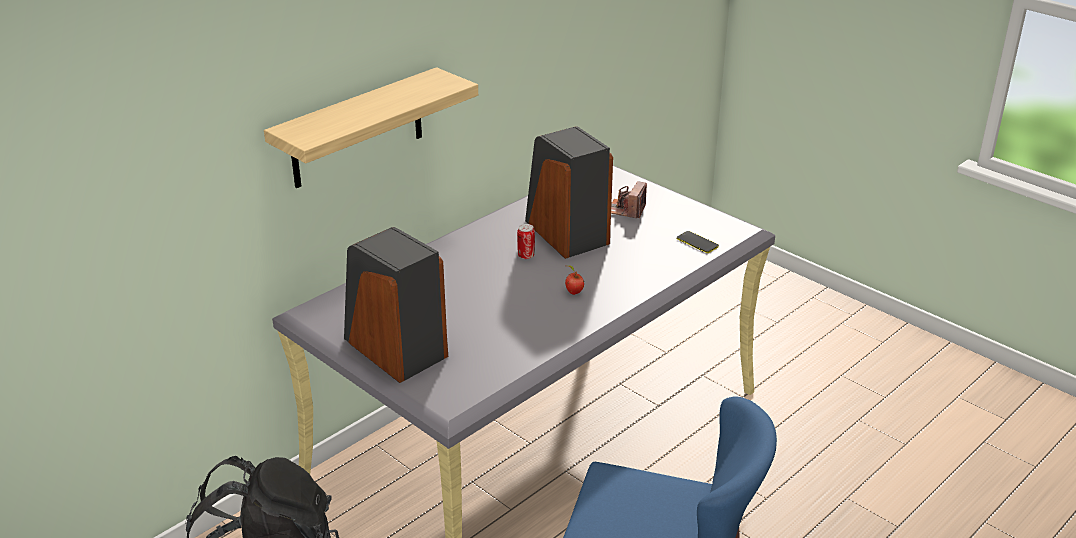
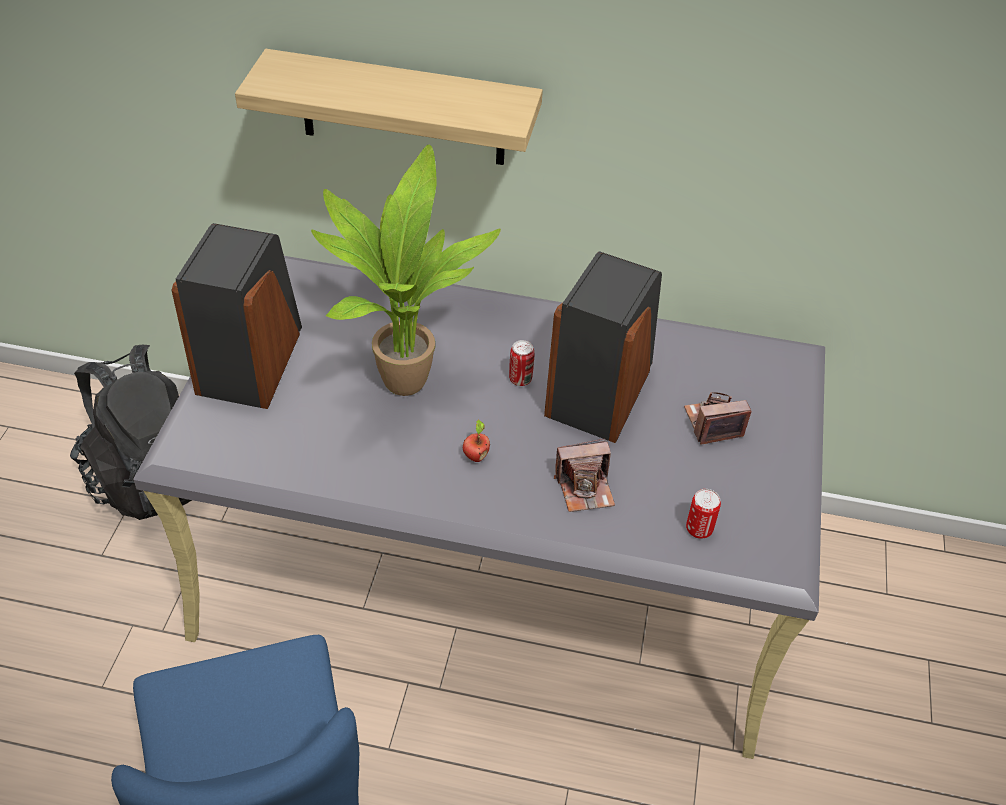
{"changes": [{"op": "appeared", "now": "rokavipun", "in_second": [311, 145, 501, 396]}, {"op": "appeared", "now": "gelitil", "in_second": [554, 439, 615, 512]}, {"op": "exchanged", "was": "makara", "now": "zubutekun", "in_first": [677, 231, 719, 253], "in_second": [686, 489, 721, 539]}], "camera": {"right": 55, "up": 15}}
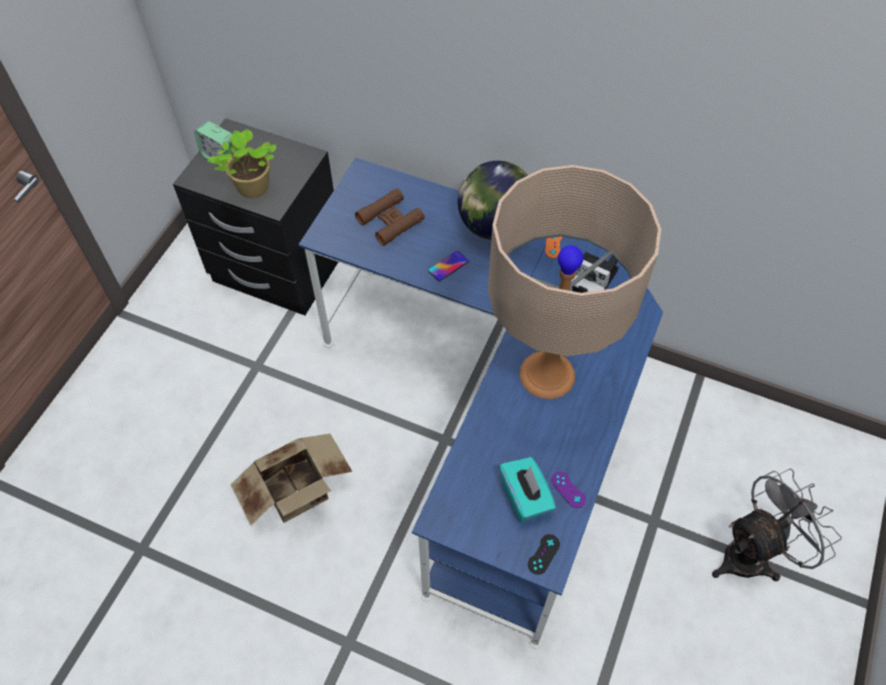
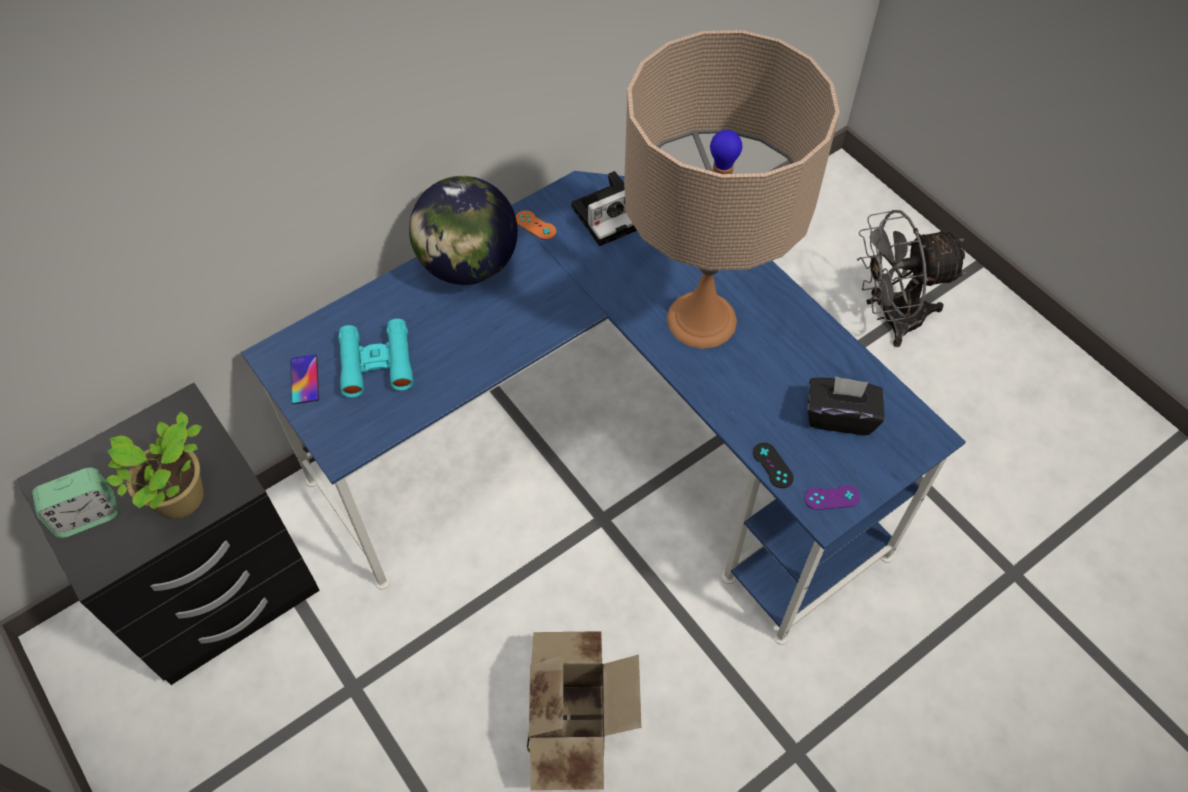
{"changes": [{"op": "relocated", "was": "makara", "in_first": [428, 250, 469, 281], "in_second": [290, 355, 319, 404]}, {"op": "colour", "was": "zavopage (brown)", "now": "zavopage (turquoise)", "in_first": [355, 188, 425, 246], "in_second": [338, 319, 414, 398]}, {"op": "relocated", "was": "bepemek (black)", "in_first": [528, 534, 560, 575], "in_second": [753, 443, 794, 488]}, {"op": "relocated", "was": "bepemek (purple)", "in_first": [551, 472, 586, 508], "in_second": [805, 485, 860, 510]}, {"op": "colour", "was": "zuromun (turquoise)", "now": "zuromun (black)", "in_first": [499, 457, 556, 522], "in_second": [808, 376, 885, 435]}, {"op": "spun", "was": "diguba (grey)", "in_first": [712, 469, 842, 581], "in_second": [856, 210, 966, 347], "clockwise": -105}], "camera": {"right": -60, "up": 0}}
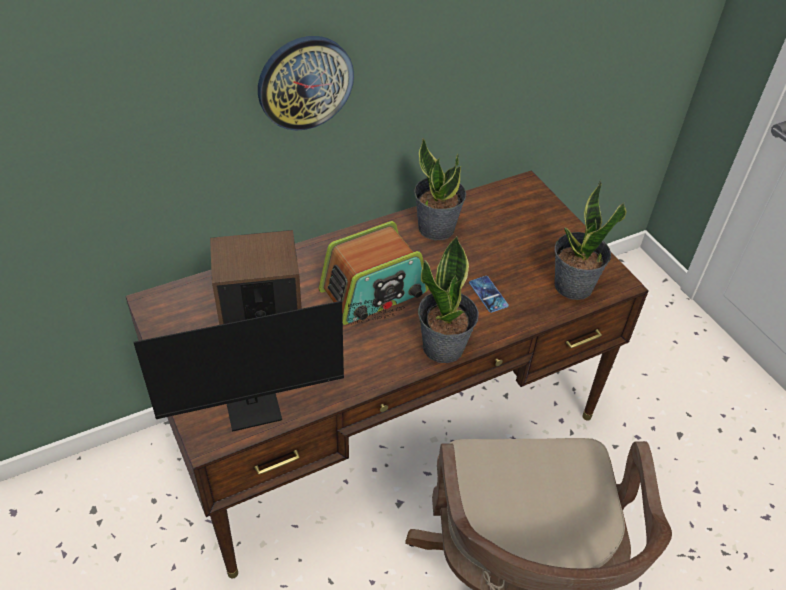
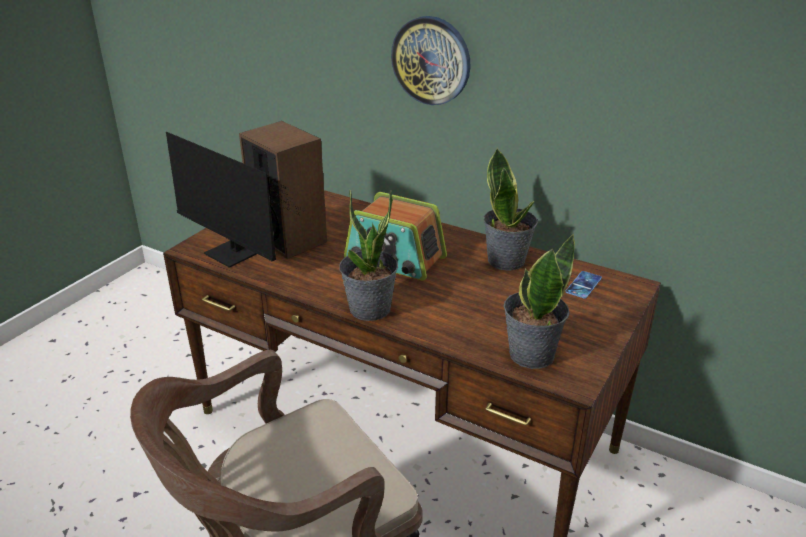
{"changes": [{"op": "relocated", "was": "makara", "in_first": [469, 276, 509, 313], "in_second": [566, 271, 602, 299]}], "camera": {"right": 60, "up": -15}}
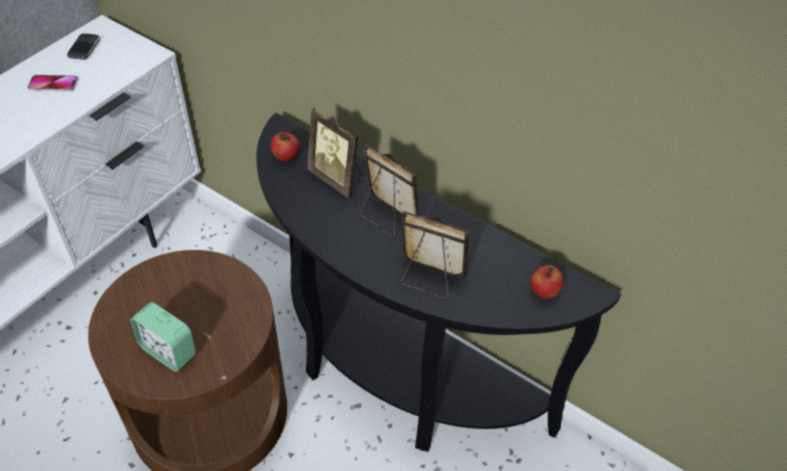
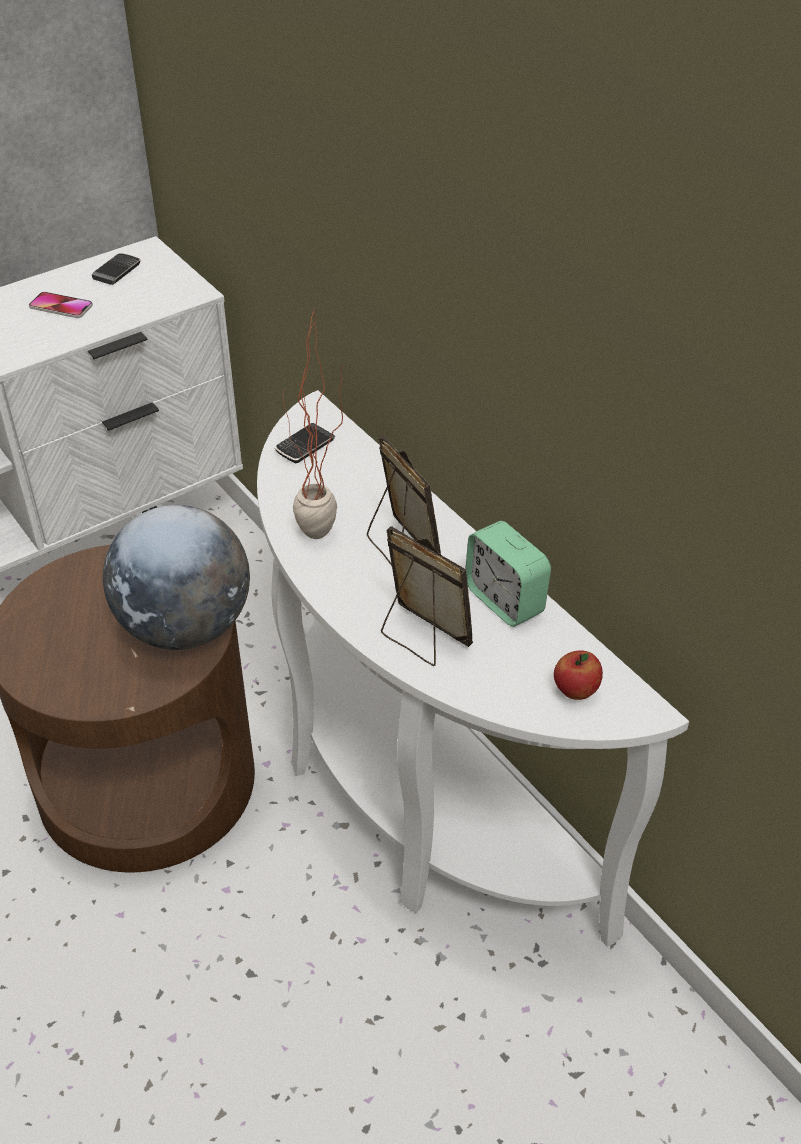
{"changes": [{"op": "appeared", "now": "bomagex", "in_second": [103, 505, 250, 650]}, {"op": "colour", "was": "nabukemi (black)", "now": "nabukemi (white)", "in_first": [256, 113, 621, 452], "in_second": [257, 390, 689, 947]}, {"op": "exchanged", "was": "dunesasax", "now": "makara", "in_first": [271, 132, 300, 162], "in_second": [275, 423, 335, 463]}, {"op": "appeared", "now": "rokavipun", "in_second": [283, 309, 343, 539]}, {"op": "relocated", "was": "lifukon", "in_first": [130, 302, 196, 372], "in_second": [465, 521, 551, 627]}, {"op": "missing", "was": "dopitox", "in_first": [307, 108, 364, 198]}], "camera": {"right": 20, "up": -5}}
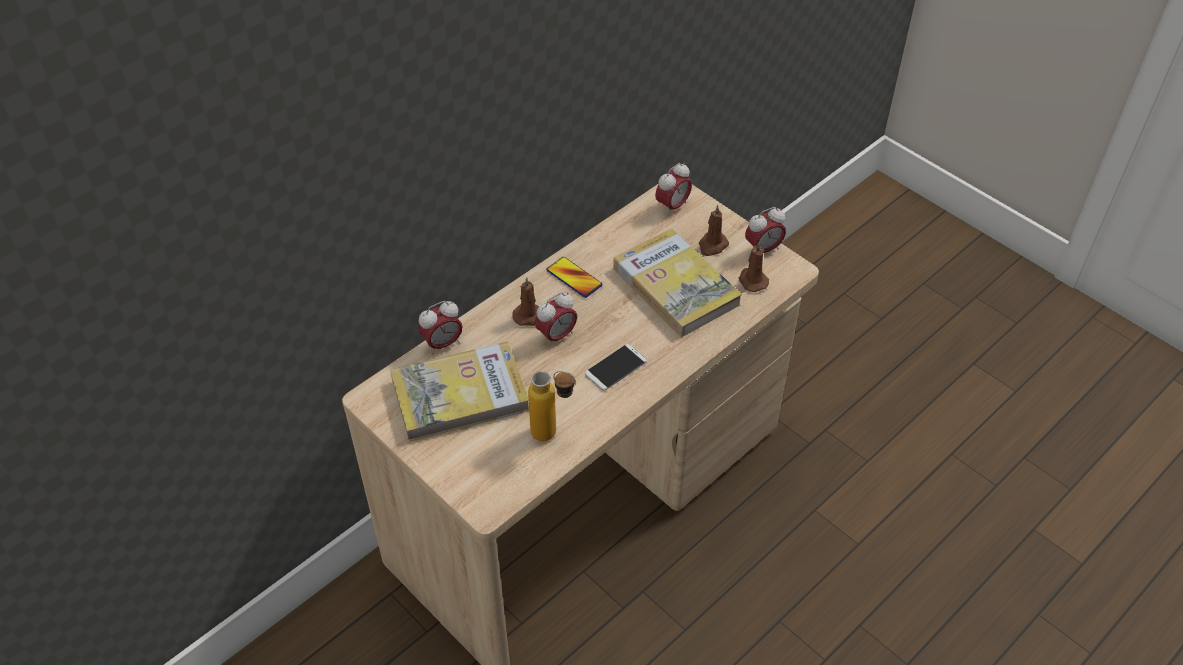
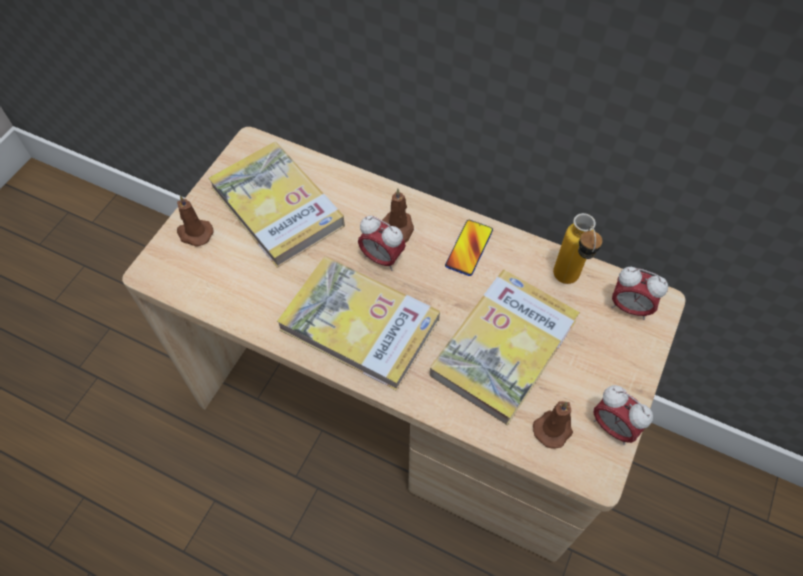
{"changes": [{"op": "relocated", "was": "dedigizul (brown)", "in_first": [699, 205, 729, 256], "in_second": [177, 195, 214, 247]}, {"op": "exchanged", "was": "makara", "now": "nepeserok", "in_first": [585, 344, 647, 391], "in_second": [277, 256, 440, 391]}, {"op": "relocated", "was": "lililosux", "in_first": [528, 371, 576, 441], "in_second": [553, 213, 603, 284]}, {"op": "missing", "was": "lifukon", "in_first": [418, 301, 463, 354]}], "camera": {"right": 70, "up": 10}}
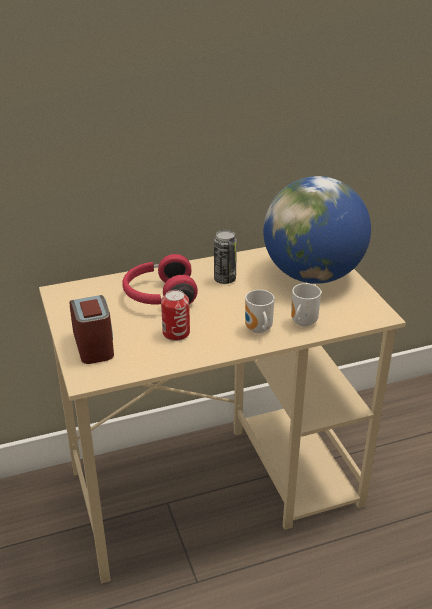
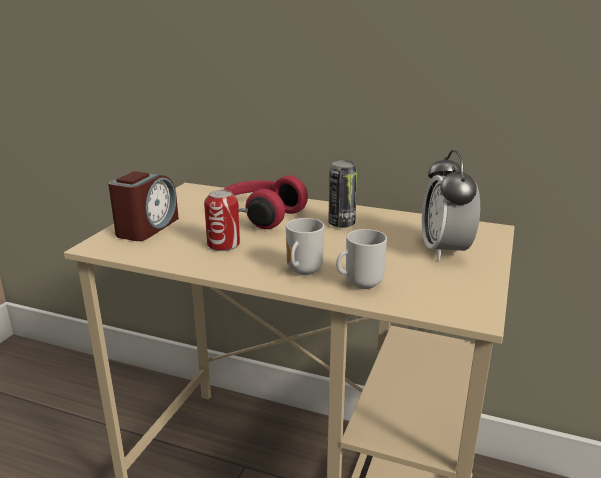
{"changes": [{"op": "exchanged", "was": "bomagex", "now": "lifukon", "in_first": [263, 176, 371, 284], "in_second": [422, 150, 480, 260]}], "camera": {"right": 40, "up": -10}}
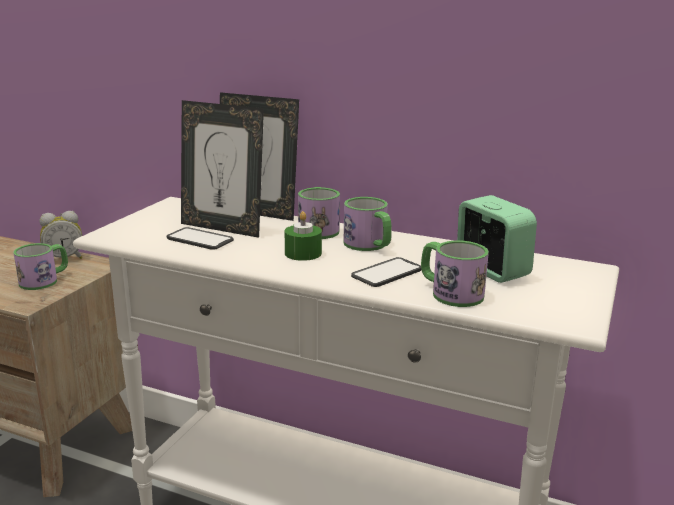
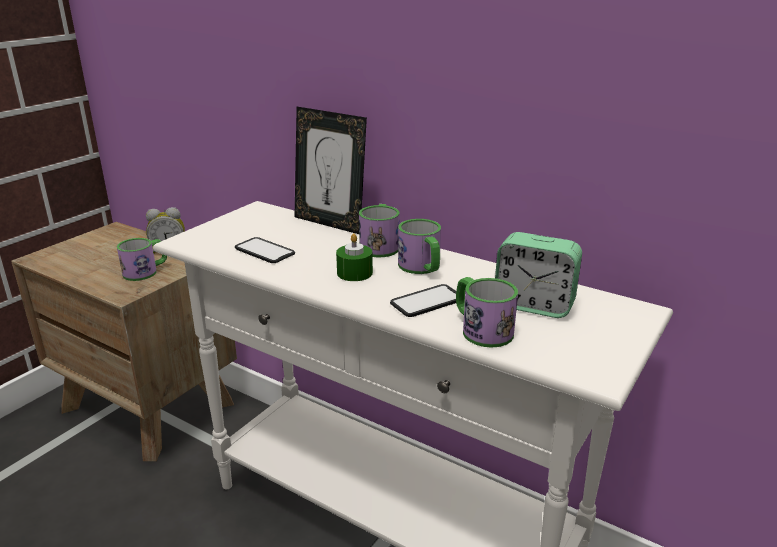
{"changes": [{"op": "spun", "was": "lifukon", "in_first": [457, 195, 537, 283], "in_second": [495, 232, 582, 318], "clockwise": 135}, {"op": "missing", "was": "dopitox", "in_first": [181, 100, 264, 238]}], "camera": {"right": 10, "up": 5}}
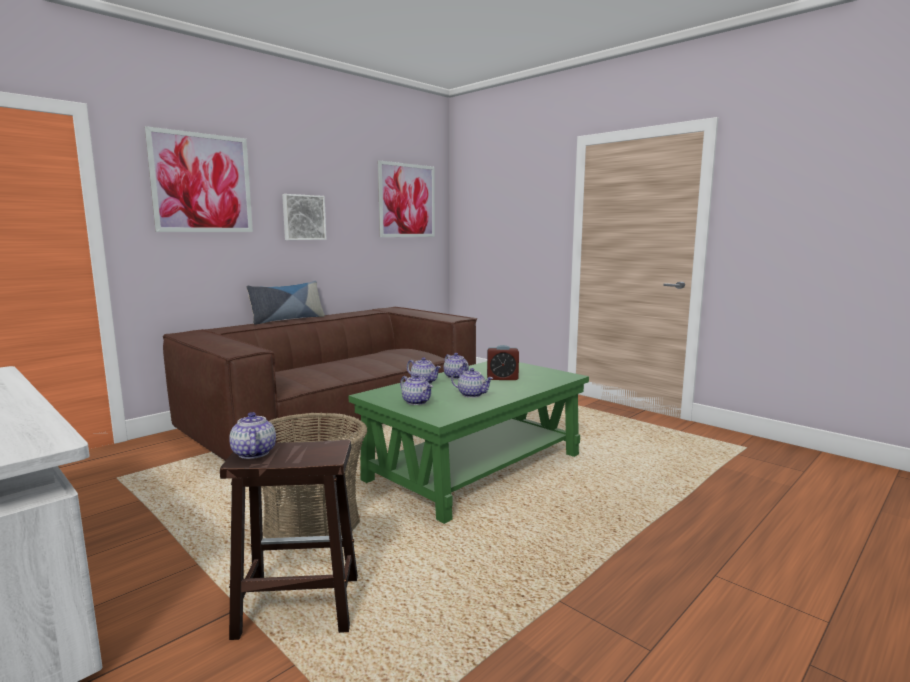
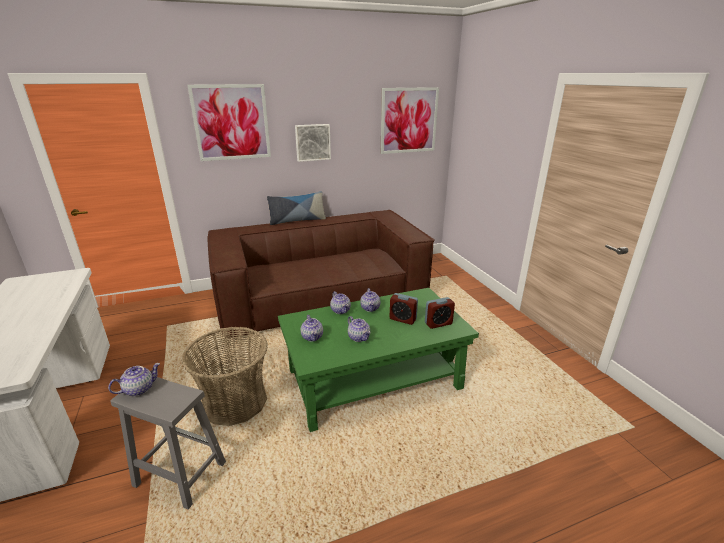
{"changes": [{"op": "spun", "was": "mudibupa", "in_first": [229, 412, 276, 459], "in_second": [108, 363, 160, 396], "clockwise": 45}, {"op": "colour", "was": "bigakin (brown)", "now": "bigakin (grey)", "in_first": [220, 440, 358, 640], "in_second": [110, 377, 226, 510]}, {"op": "appeared", "now": "lifukon", "in_second": [425, 297, 455, 329]}], "camera": {"right": 25, "up": 15}}
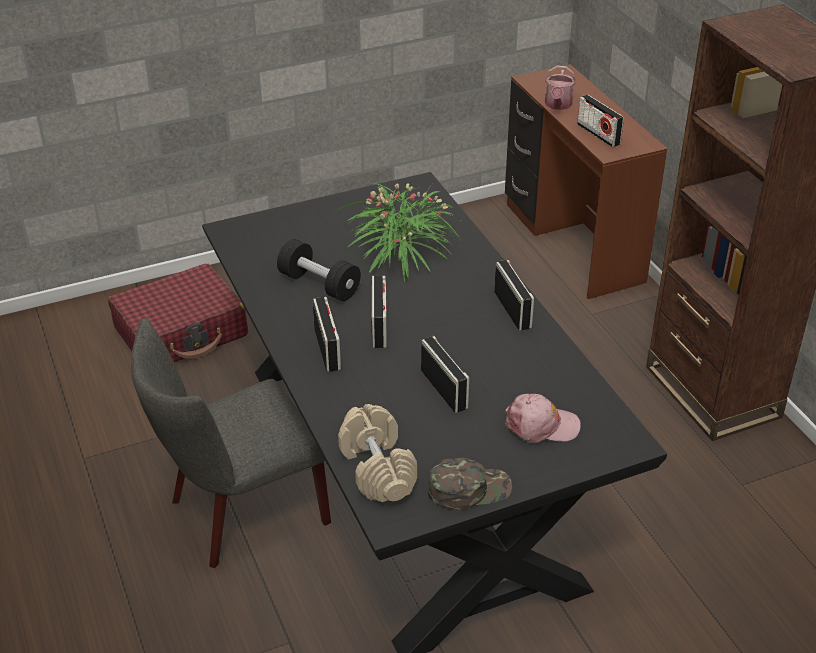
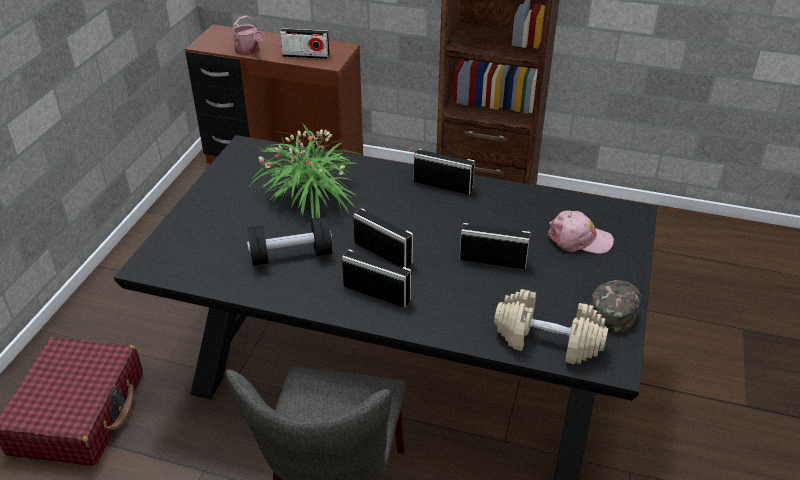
{"changes": [{"op": "spun", "was": "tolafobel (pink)", "in_first": [505, 394, 581, 443], "in_second": [547, 211, 614, 254], "clockwise": 60}], "camera": {"right": -50, "up": 0}}
